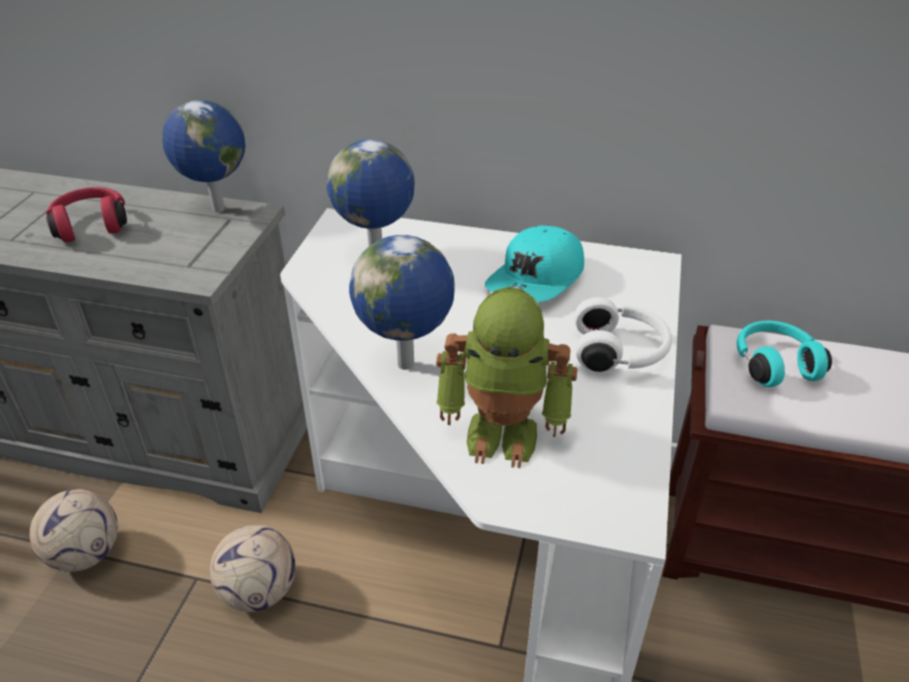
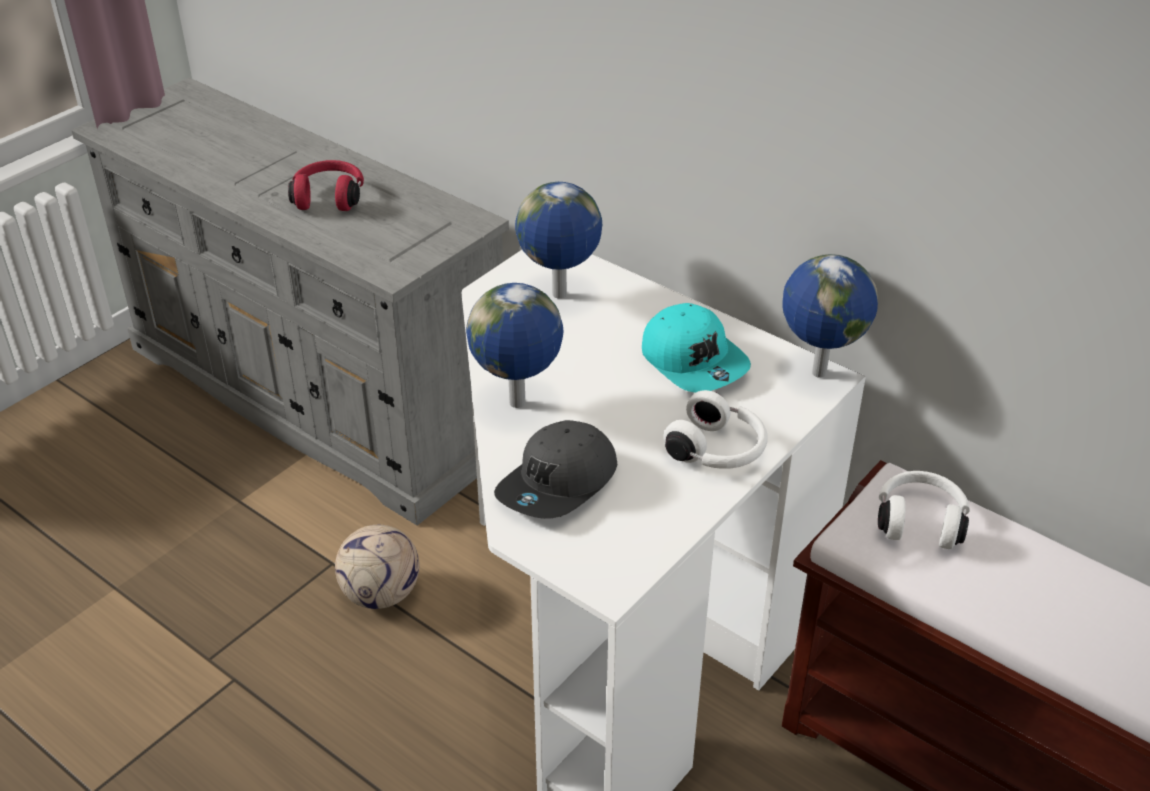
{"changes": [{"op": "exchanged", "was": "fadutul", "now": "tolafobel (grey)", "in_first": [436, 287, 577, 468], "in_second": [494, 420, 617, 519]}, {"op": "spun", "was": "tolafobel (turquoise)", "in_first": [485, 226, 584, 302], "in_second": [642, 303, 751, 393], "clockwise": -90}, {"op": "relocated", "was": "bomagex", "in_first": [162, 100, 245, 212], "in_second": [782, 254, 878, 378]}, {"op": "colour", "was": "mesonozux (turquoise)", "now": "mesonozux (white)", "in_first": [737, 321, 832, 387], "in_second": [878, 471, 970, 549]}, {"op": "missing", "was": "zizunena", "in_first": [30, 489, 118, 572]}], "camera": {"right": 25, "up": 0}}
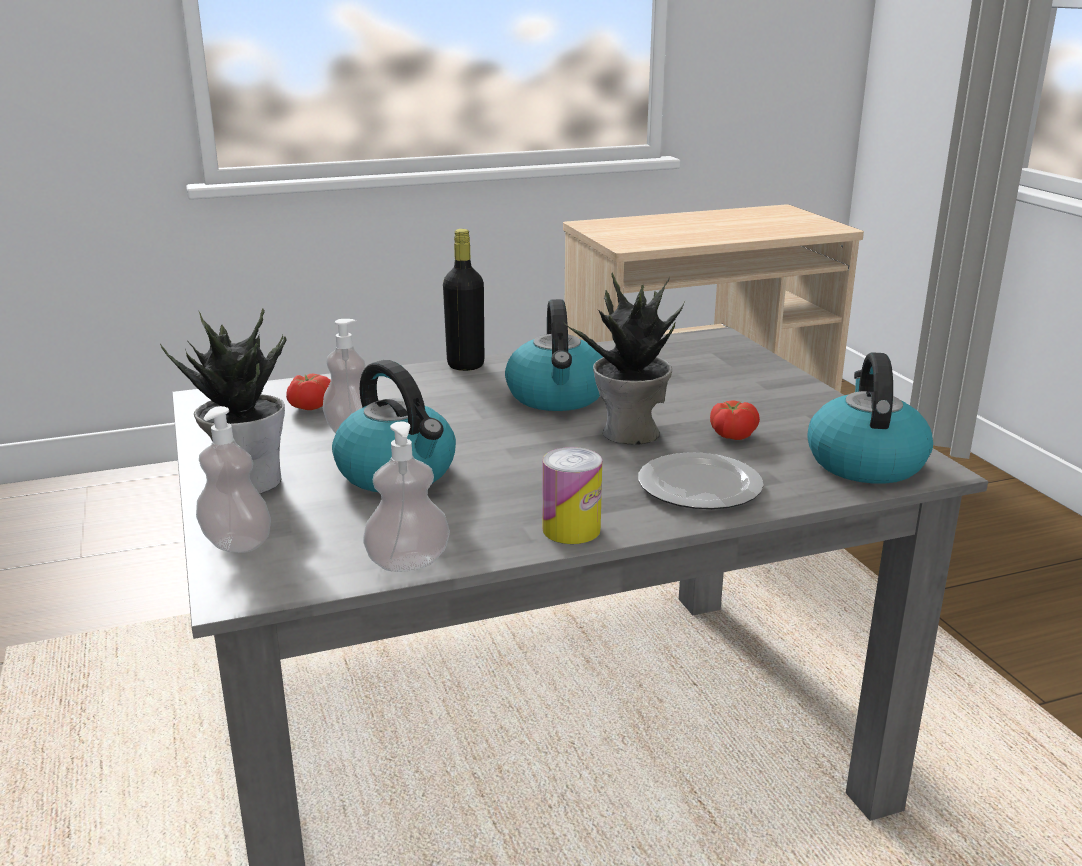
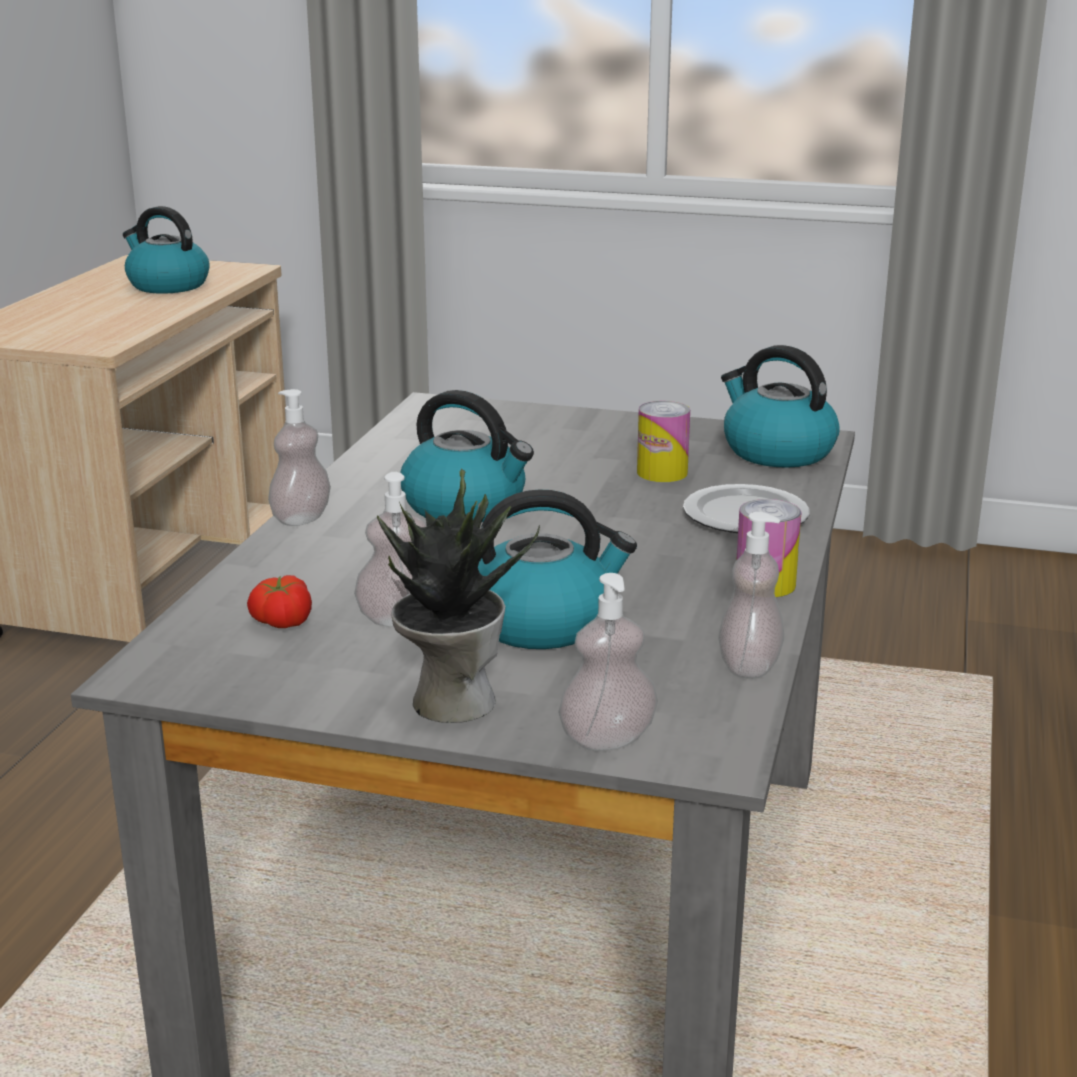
{"changes": [{"op": "appeared", "now": "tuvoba", "in_second": [123, 206, 210, 294]}, {"op": "exchanged", "was": "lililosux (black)", "now": "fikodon", "in_first": [443, 229, 484, 371], "in_second": [268, 389, 331, 526]}, {"op": "exchanged", "was": "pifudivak", "now": "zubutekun", "in_first": [710, 400, 760, 440], "in_second": [637, 401, 690, 482]}, {"op": "missing", "was": "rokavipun", "in_first": [564, 272, 686, 445]}], "camera": {"right": -55, "up": 0}}
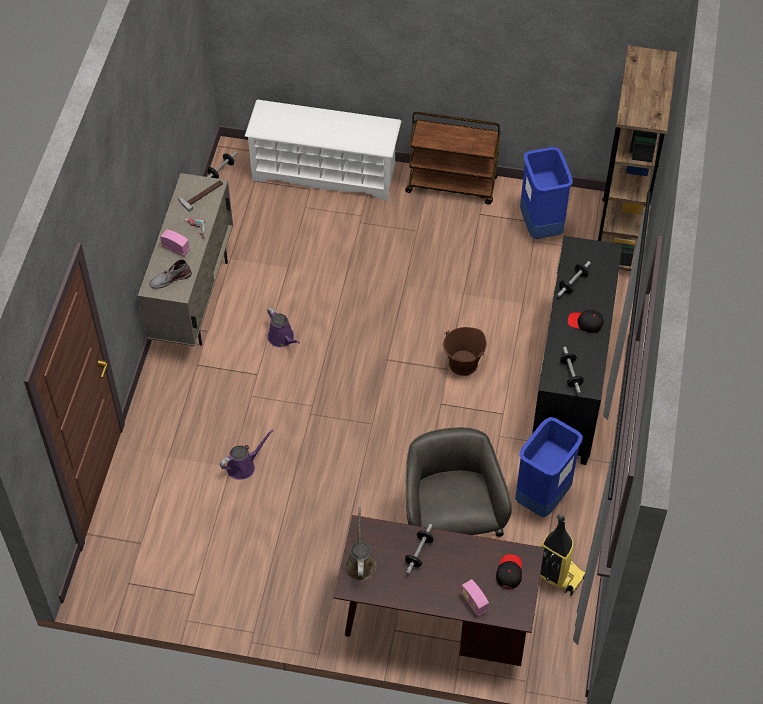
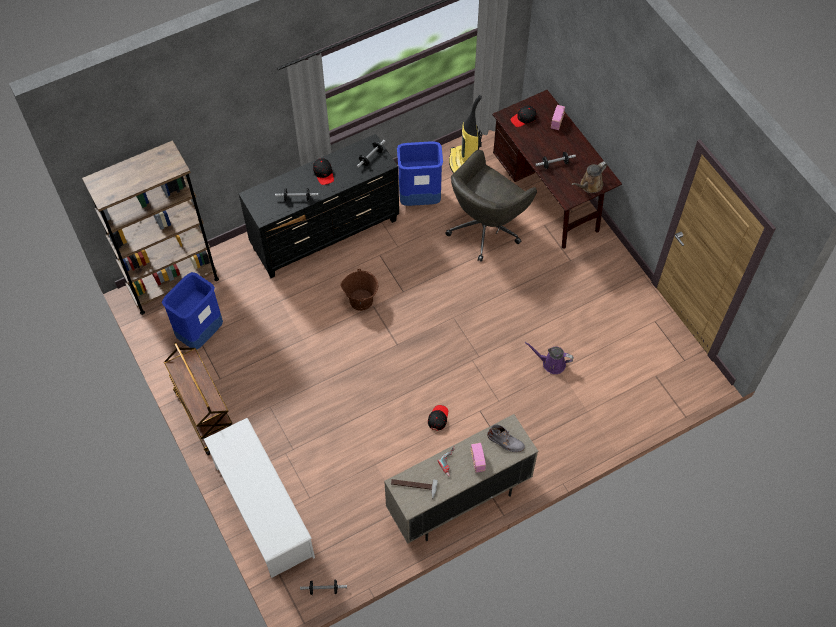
{"changes": [{"op": "exchanged", "was": "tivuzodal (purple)", "now": "tolafobel (black)", "in_first": [267, 308, 300, 347], "in_second": [428, 405, 448, 431]}], "camera": {"right": -130, "up": 5}}
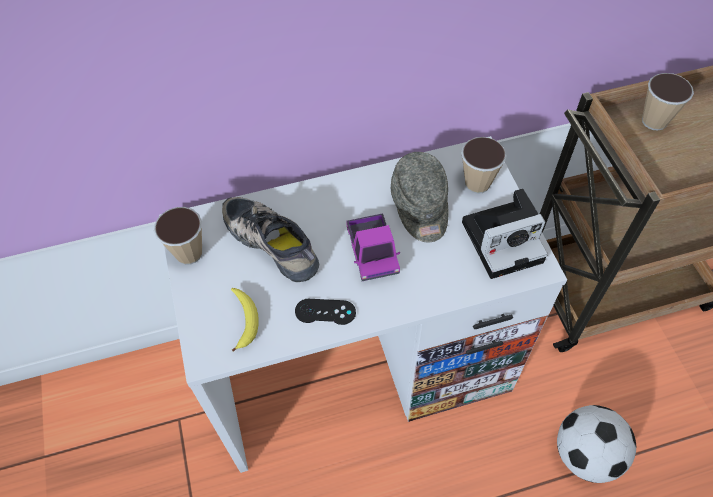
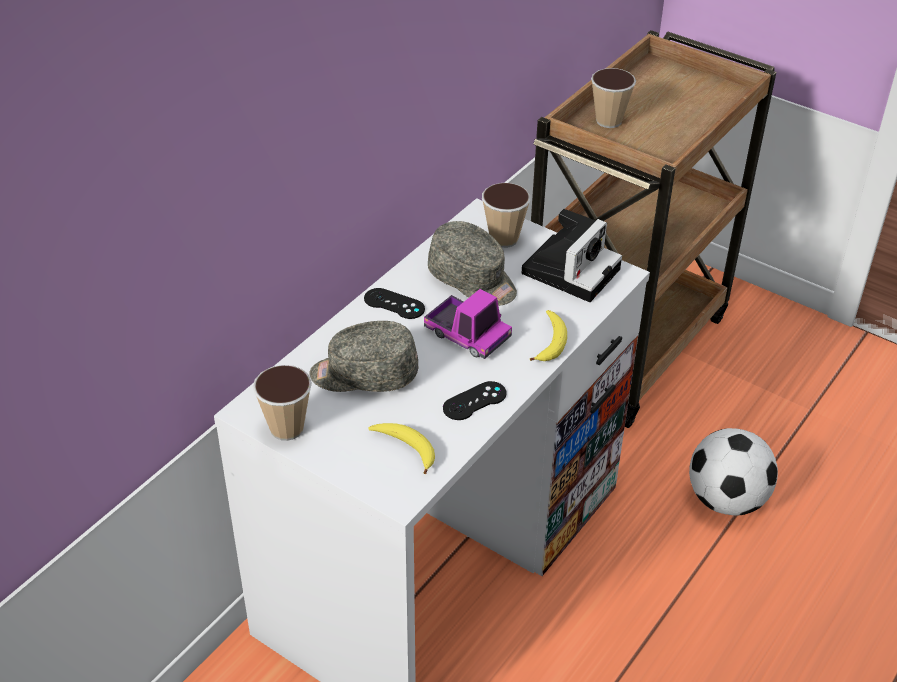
{"changes": [{"op": "exchanged", "was": "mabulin", "now": "tolafobel (grey)", "in_first": [222, 197, 319, 282], "in_second": [310, 321, 419, 392]}, {"op": "appeared", "now": "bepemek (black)", "in_second": [364, 288, 425, 319]}, {"op": "appeared", "now": "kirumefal", "in_second": [530, 310, 567, 361]}], "camera": {"right": -40, "up": -15}}
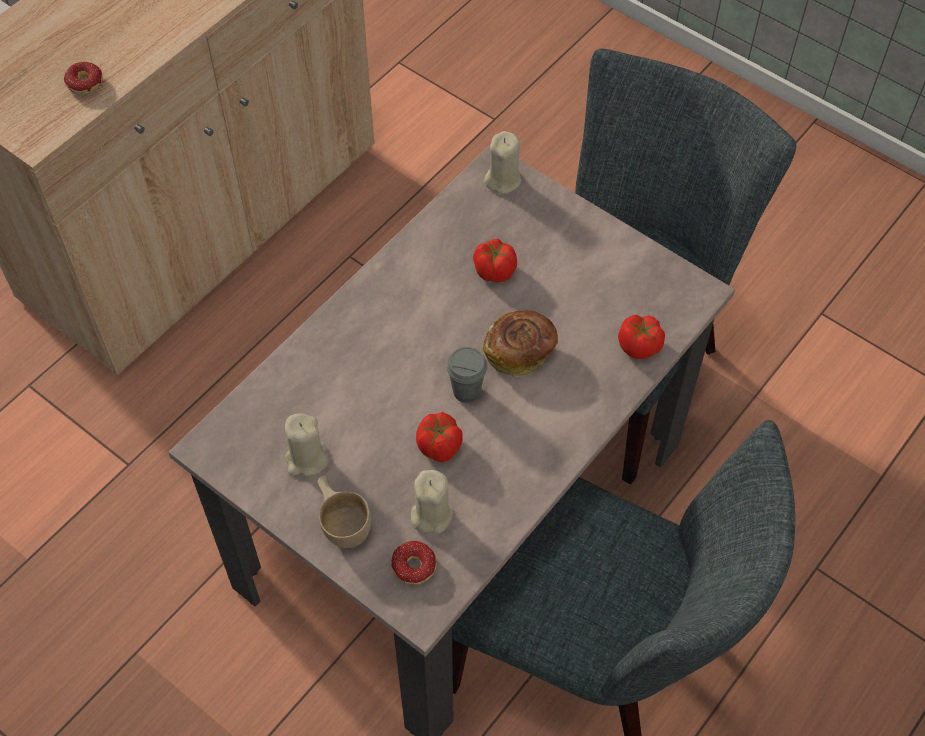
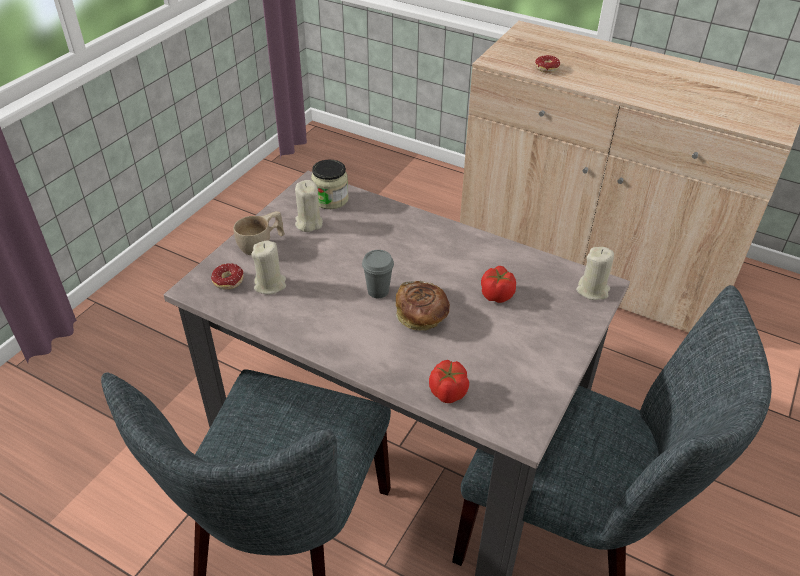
{"changes": [{"op": "appeared", "now": "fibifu", "in_second": [311, 160, 349, 209]}, {"op": "missing", "was": "pifudivak", "in_first": [416, 412, 462, 462]}], "camera": {"right": 80, "up": -15}}
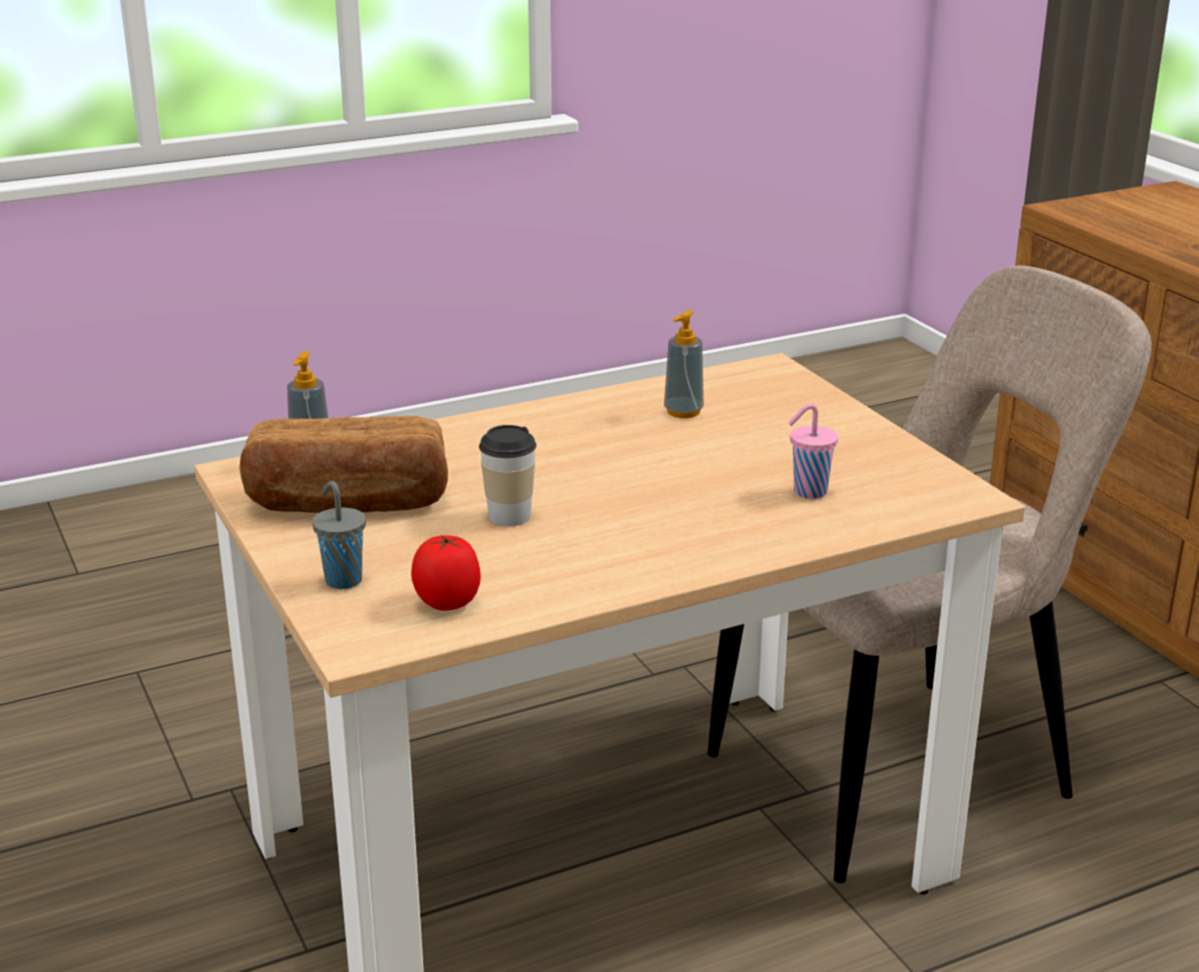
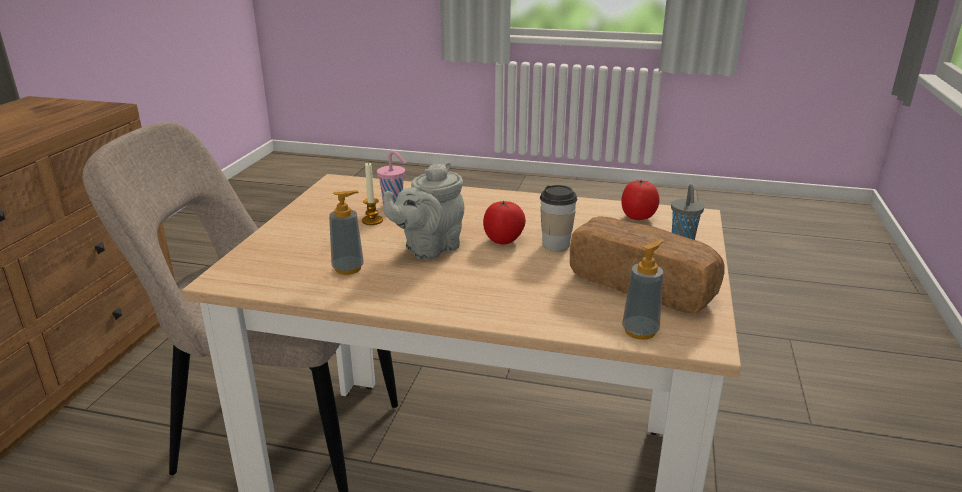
{"changes": [{"op": "appeared", "now": "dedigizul", "in_second": [362, 163, 383, 225]}, {"op": "appeared", "now": "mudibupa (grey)", "in_second": [383, 162, 464, 260]}, {"op": "appeared", "now": "pifudivak", "in_second": [483, 200, 526, 244]}], "camera": {"right": -140, "up": 0}}
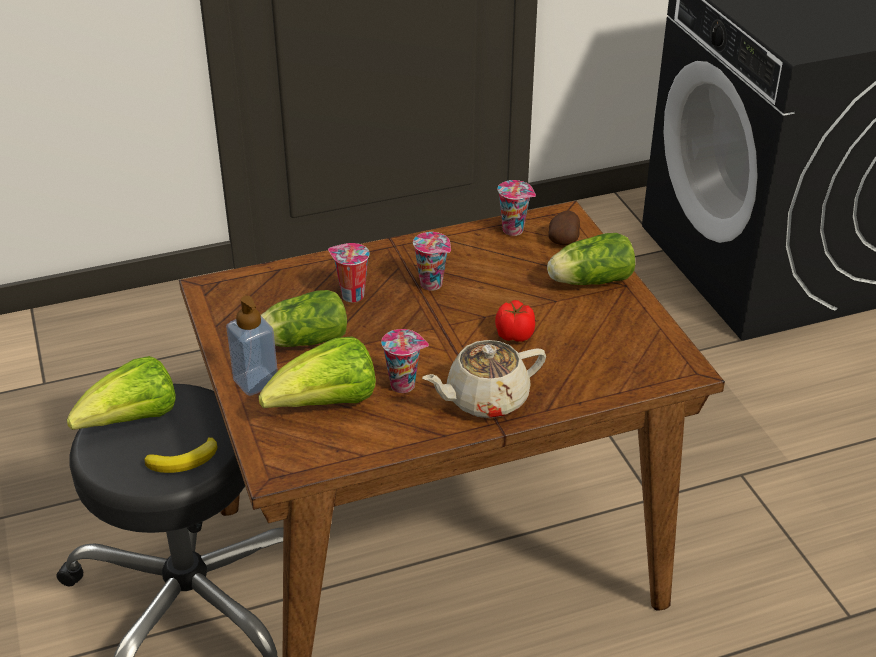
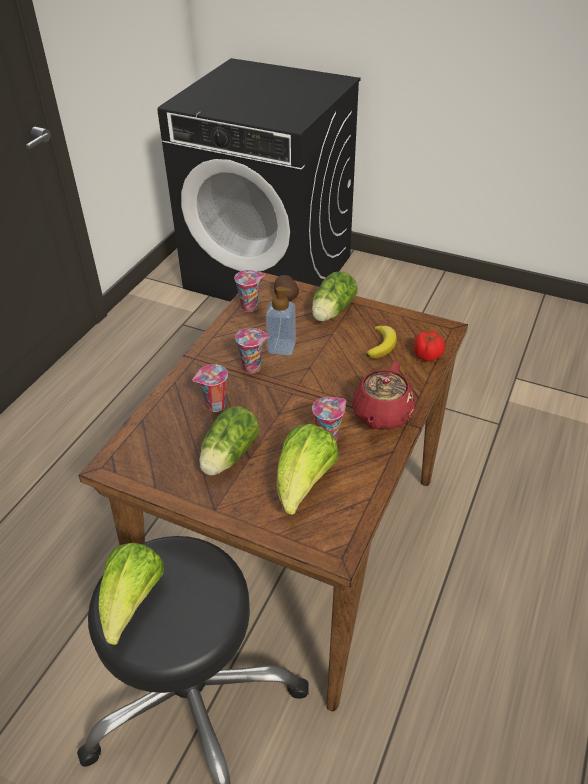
{"changes": [{"op": "relocated", "was": "fikodon", "in_first": [226, 296, 278, 396], "in_second": [266, 287, 296, 356]}, {"op": "colour", "was": "mudibupa (beige)", "now": "mudibupa (red)", "in_first": [422, 340, 546, 418], "in_second": [352, 361, 415, 429]}, {"op": "relocated", "was": "kirumefal", "in_first": [144, 437, 218, 473], "in_second": [366, 326, 397, 359]}, {"op": "relocated", "was": "pifudivak", "in_first": [495, 300, 535, 342], "in_second": [414, 331, 445, 362]}], "camera": {"right": -45, "up": 5}}
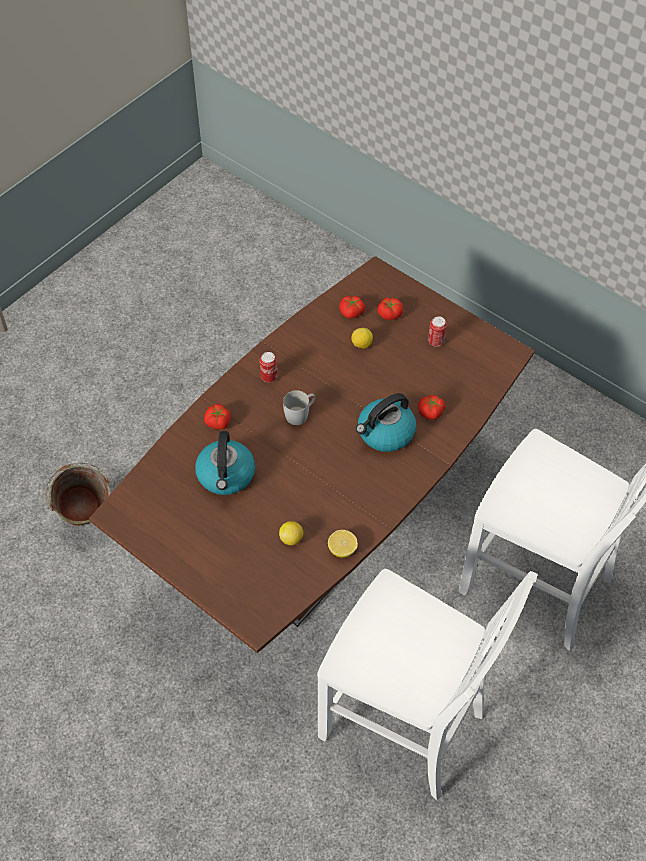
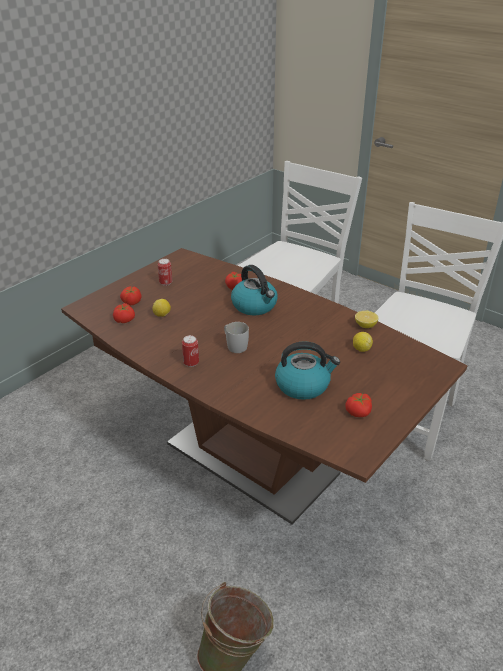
{"changes": [{"op": "relocated", "was": "pifudivak", "in_first": [204, 404, 231, 430], "in_second": [346, 393, 372, 417]}], "camera": {"right": -90, "up": -20}}
